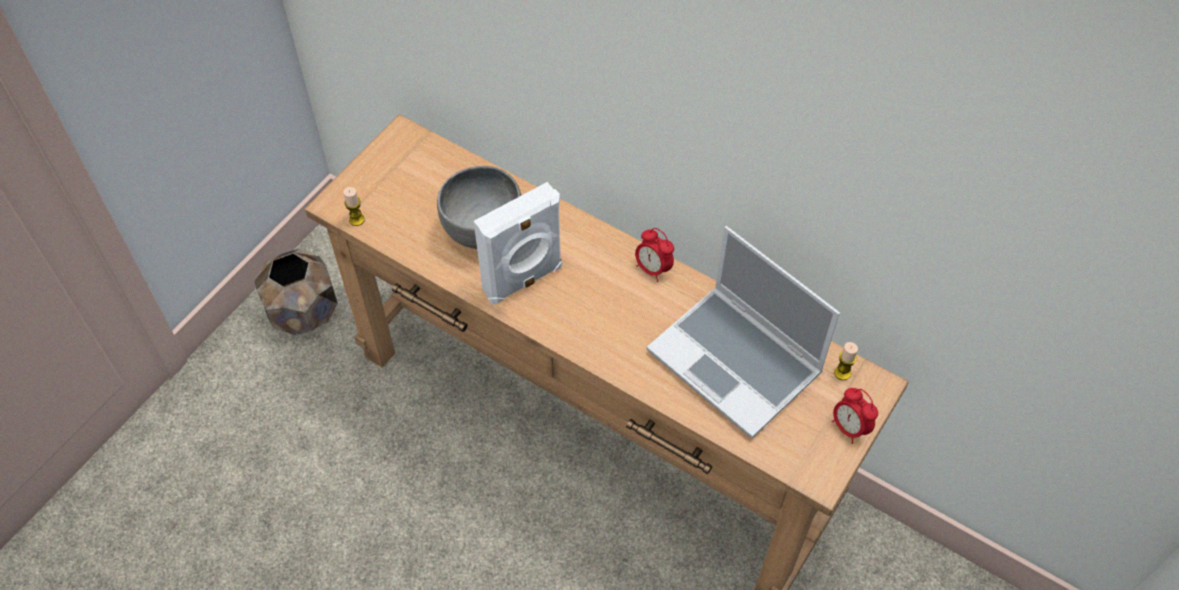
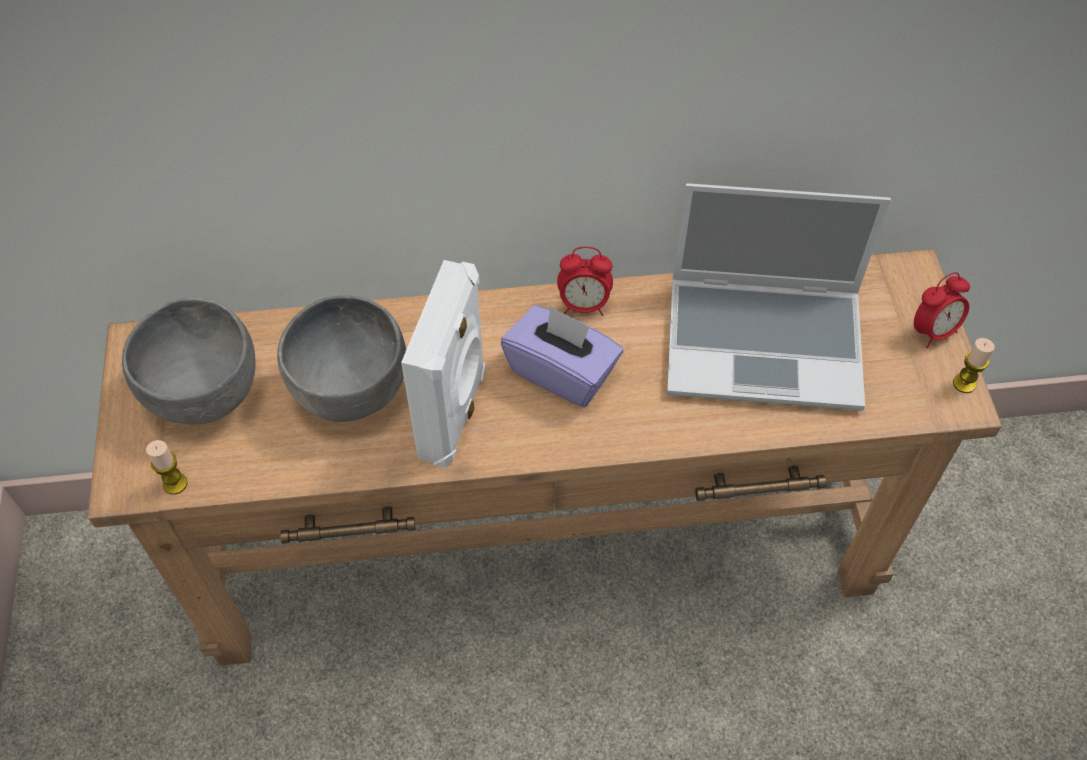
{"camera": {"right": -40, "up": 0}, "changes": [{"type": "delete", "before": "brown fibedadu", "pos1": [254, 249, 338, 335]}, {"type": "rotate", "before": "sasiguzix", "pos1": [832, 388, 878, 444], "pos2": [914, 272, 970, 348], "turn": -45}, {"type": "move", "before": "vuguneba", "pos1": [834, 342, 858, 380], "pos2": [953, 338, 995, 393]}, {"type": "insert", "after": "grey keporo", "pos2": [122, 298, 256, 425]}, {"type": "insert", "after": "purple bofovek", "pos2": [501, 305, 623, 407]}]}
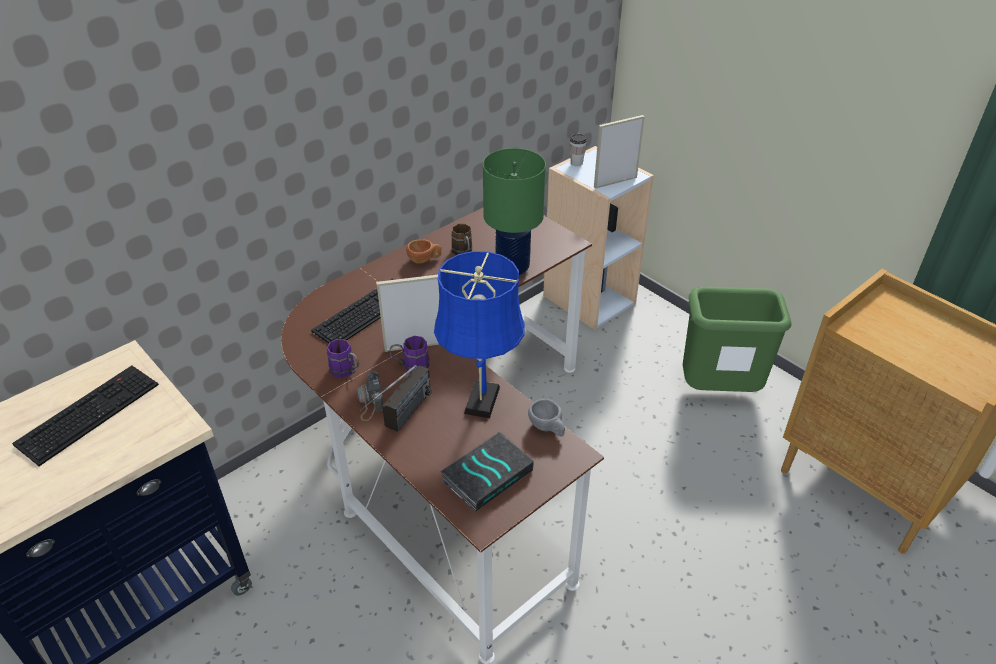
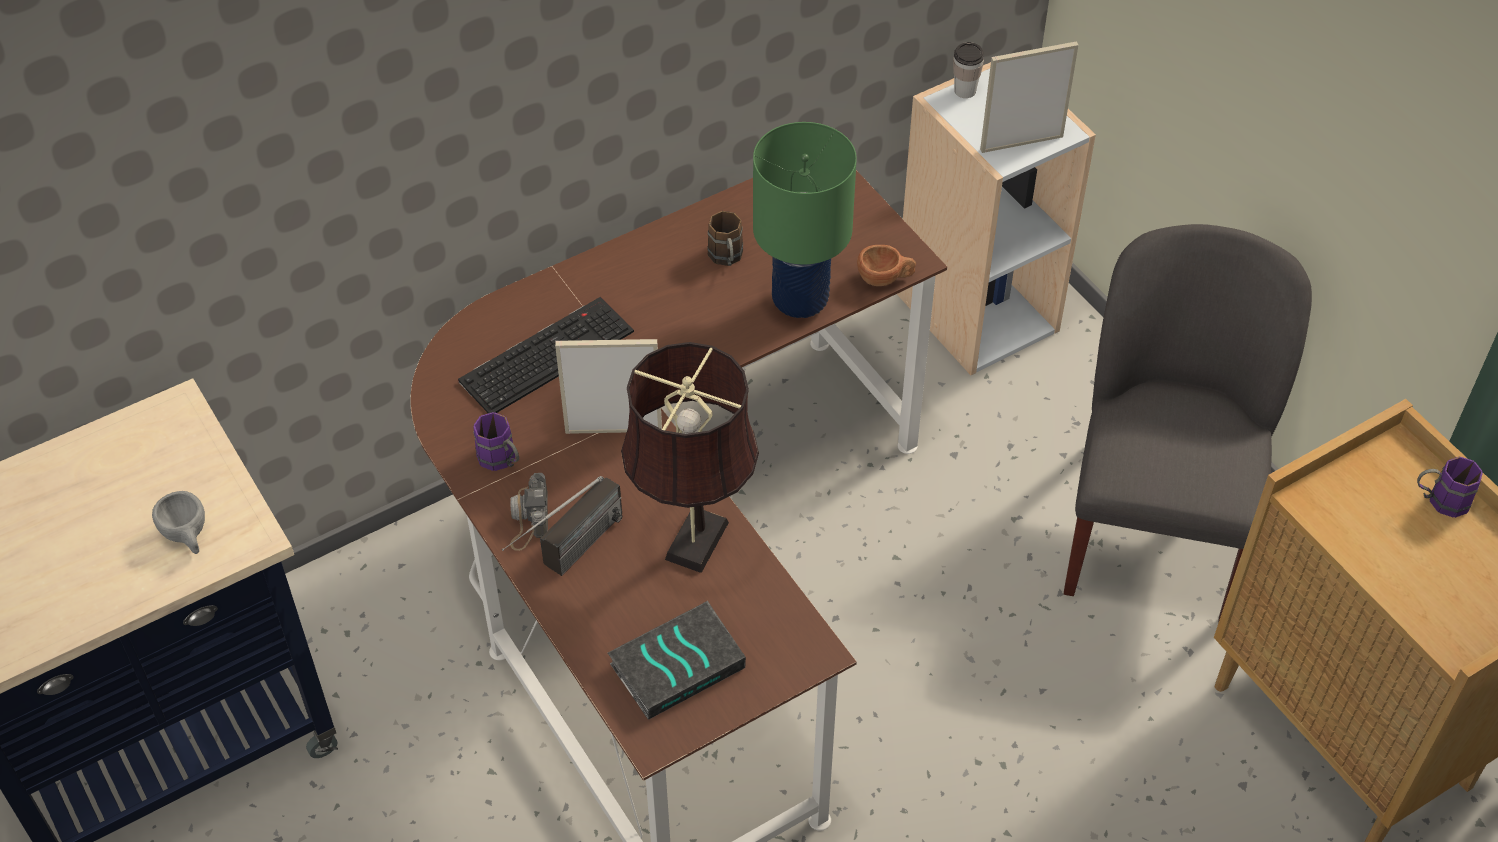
{"camera": {"right": 10, "up": 10}, "changes": [{"type": "delete", "before": "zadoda", "pos1": [12, 365, 159, 466]}, {"type": "move", "before": "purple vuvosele", "pos1": [390, 336, 430, 373], "pos2": [1417, 457, 1483, 518]}, {"type": "move", "before": "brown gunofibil", "pos1": [406, 239, 442, 263], "pos2": [857, 245, 916, 286]}, {"type": "recolor", "before": "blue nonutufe", "after": "brown nonutufe", "pos1": [434, 251, 525, 418], "pos2": [621, 342, 759, 573]}, {"type": "move", "before": "grey gunofibil", "pos1": [528, 399, 565, 437], "pos2": [152, 491, 205, 554]}, {"type": "replace", "before": "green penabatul", "after": "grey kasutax", "pos1": [683, 287, 791, 392], "pos2": [1064, 224, 1312, 623]}]}
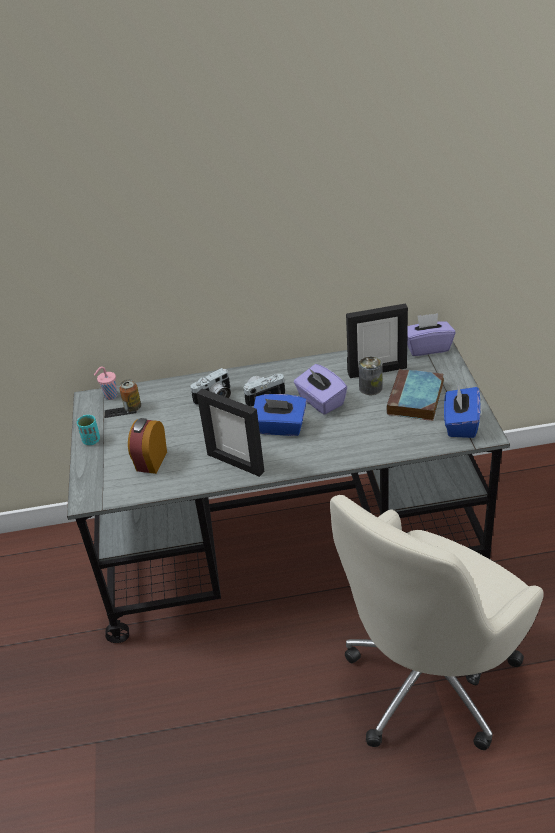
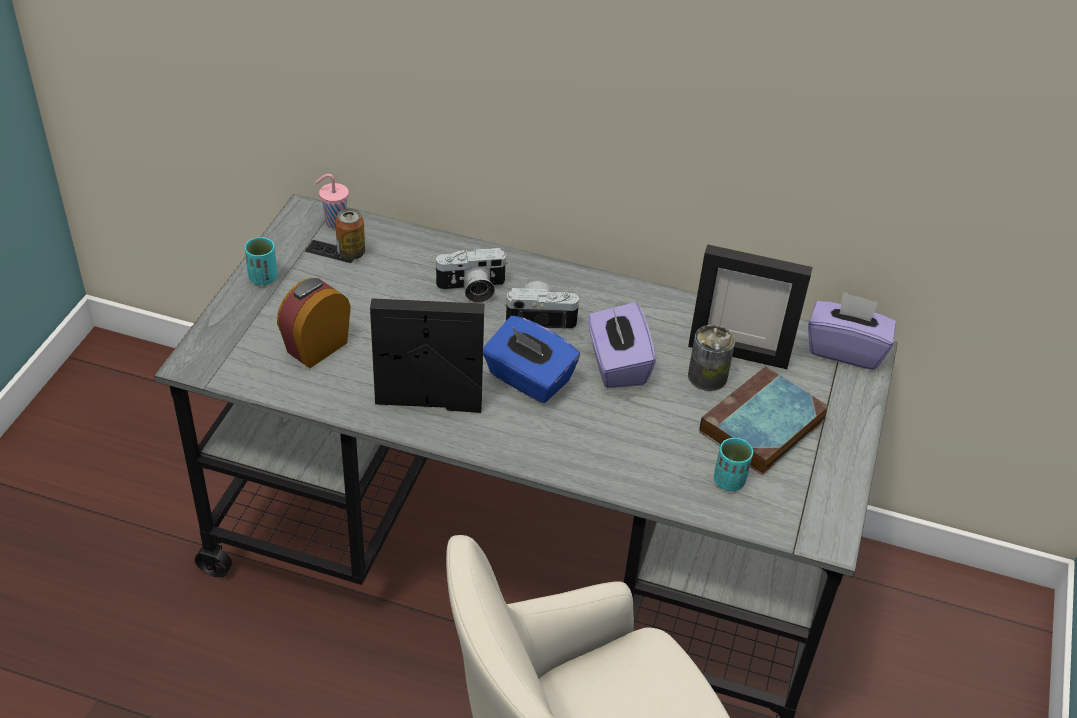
{"camera": {"right": 20, "up": 5}, "changes": [{"type": "rotate", "before": "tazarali", "pos1": [197, 389, 265, 477], "pos2": [370, 298, 484, 413], "turn": 120}, {"type": "delete", "before": "blue bofovek", "pos1": [444, 385, 480, 438]}, {"type": "insert", "after": "turquoise gunofibil", "pos2": [714, 438, 753, 491]}]}
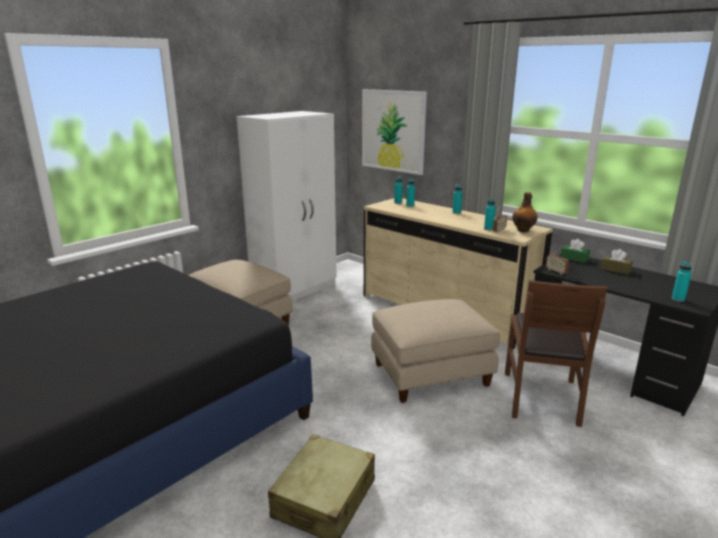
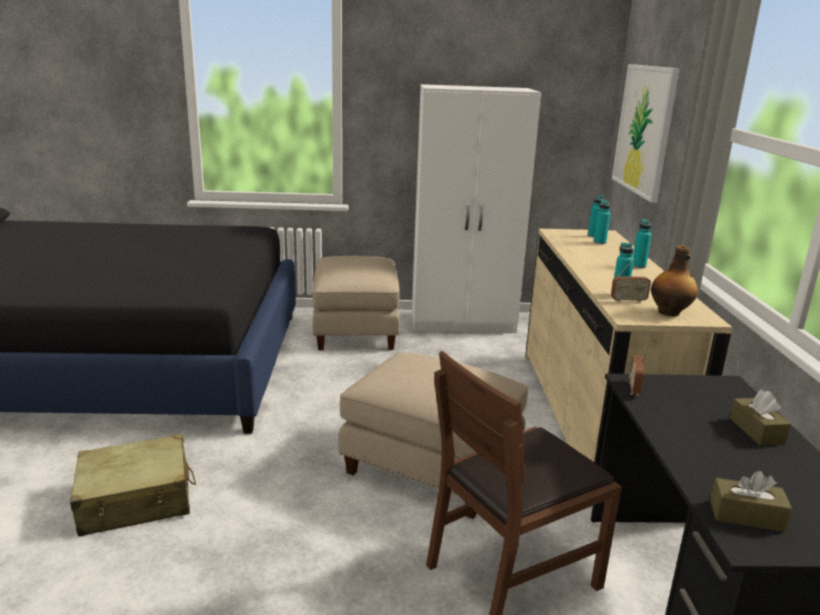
{"camera": {"right": 45, "up": 0}, "changes": [{"type": "delete", "before": "green bofovek", "pos1": [561, 239, 590, 263]}, {"type": "replace", "before": "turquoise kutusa", "after": "brown bofovek", "pos1": [672, 261, 691, 302], "pos2": [710, 471, 792, 532]}]}
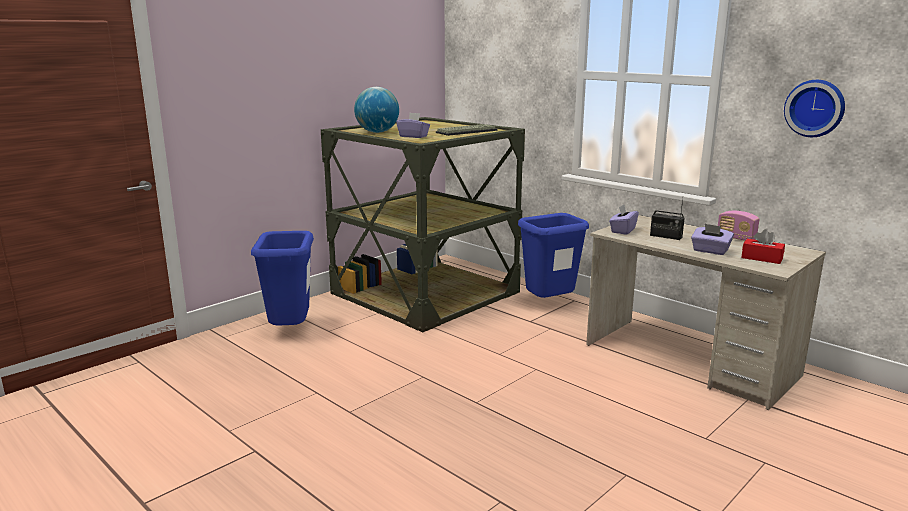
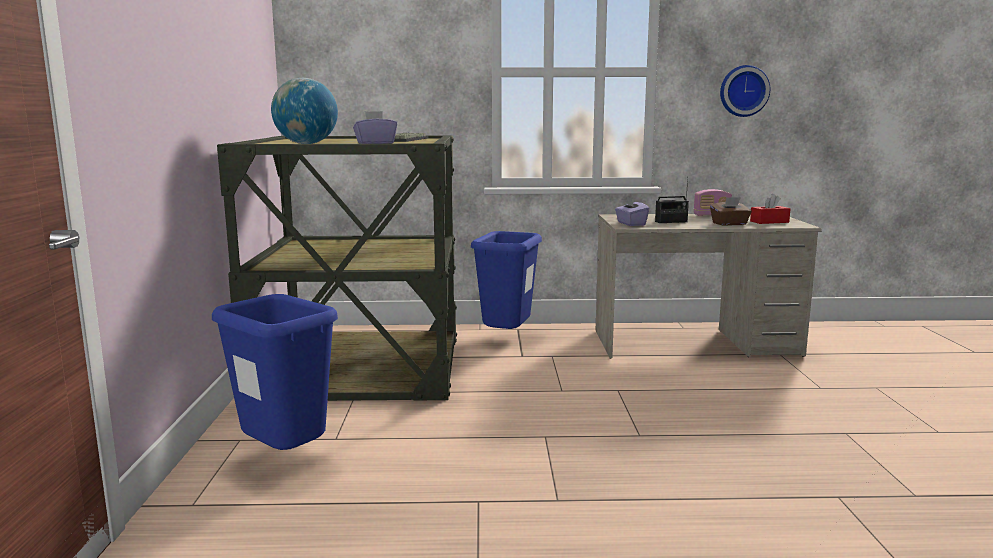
{"camera": {"right": -45, "up": -5}, "changes": [{"type": "recolor", "before": "purple bofovek", "after": "brown bofovek", "pos1": [691, 224, 734, 255], "pos2": [710, 197, 752, 226]}]}
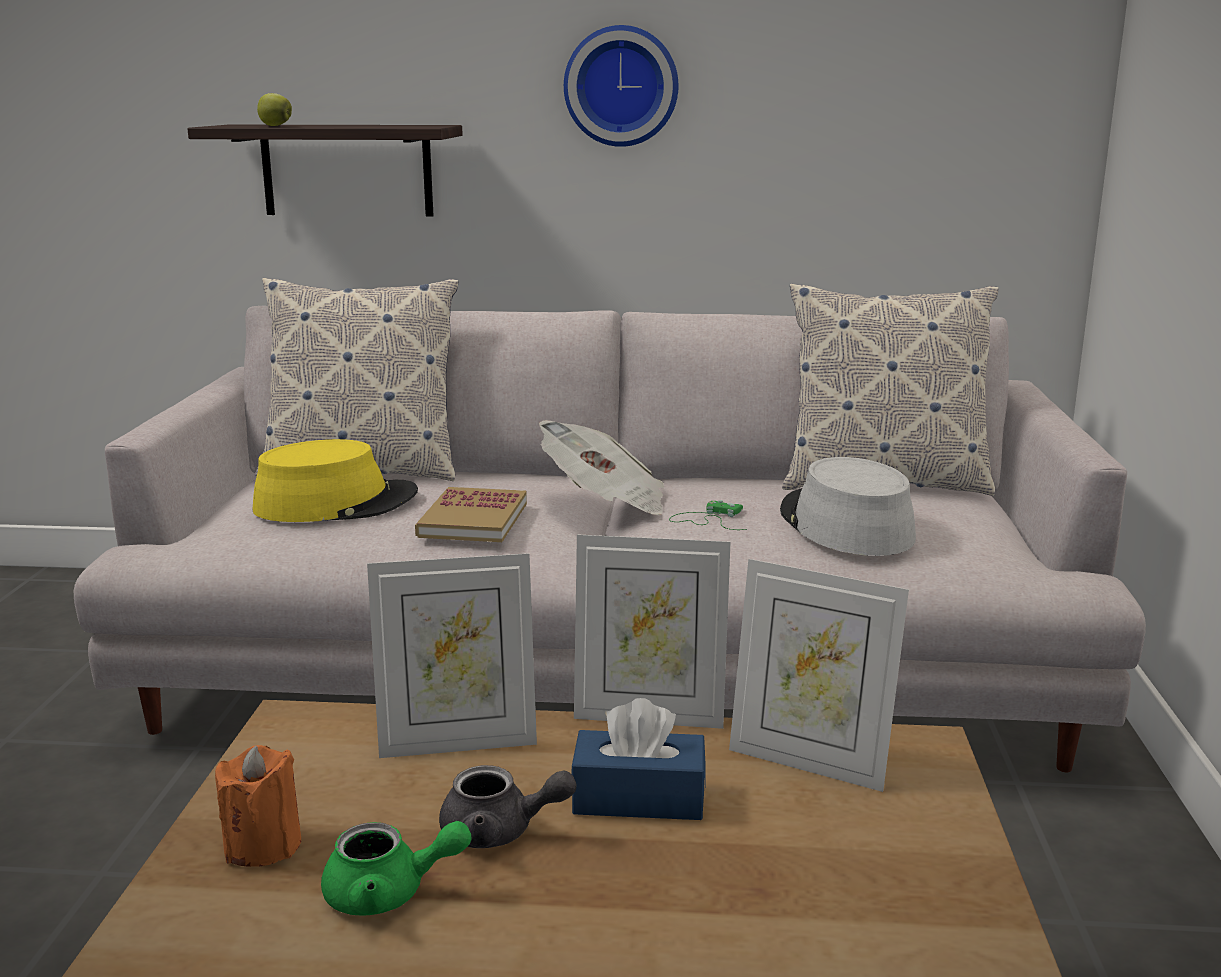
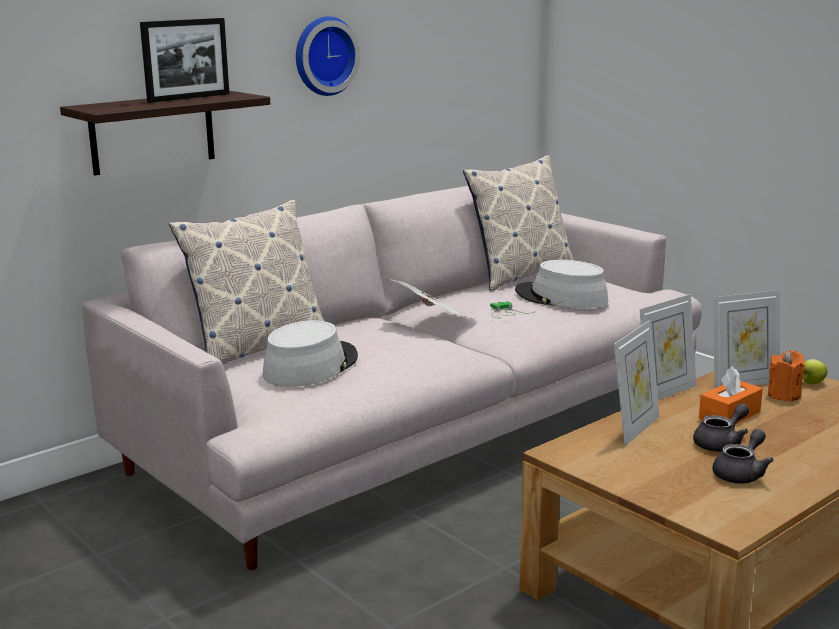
{"camera": {"right": -45, "up": 0}, "changes": [{"type": "move", "before": "orange vuguneba", "pos1": [215, 745, 301, 867], "pos2": [768, 350, 805, 401]}, {"type": "recolor", "before": "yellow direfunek", "after": "grey direfunek", "pos1": [252, 439, 418, 522], "pos2": [263, 320, 358, 387]}, {"type": "move", "before": "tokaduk", "pos1": [257, 93, 292, 126], "pos2": [803, 359, 827, 384]}, {"type": "recolor", "before": "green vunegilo", "after": "grey vunegilo", "pos1": [321, 821, 472, 916], "pos2": [712, 429, 774, 484]}, {"type": "delete", "before": "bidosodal", "pos1": [415, 487, 527, 542]}, {"type": "recolor", "before": "blue bofovek", "after": "orange bofovek", "pos1": [571, 698, 705, 820], "pos2": [699, 366, 763, 424]}, {"type": "insert", "after": "tazarali", "pos2": [140, 18, 229, 103]}]}
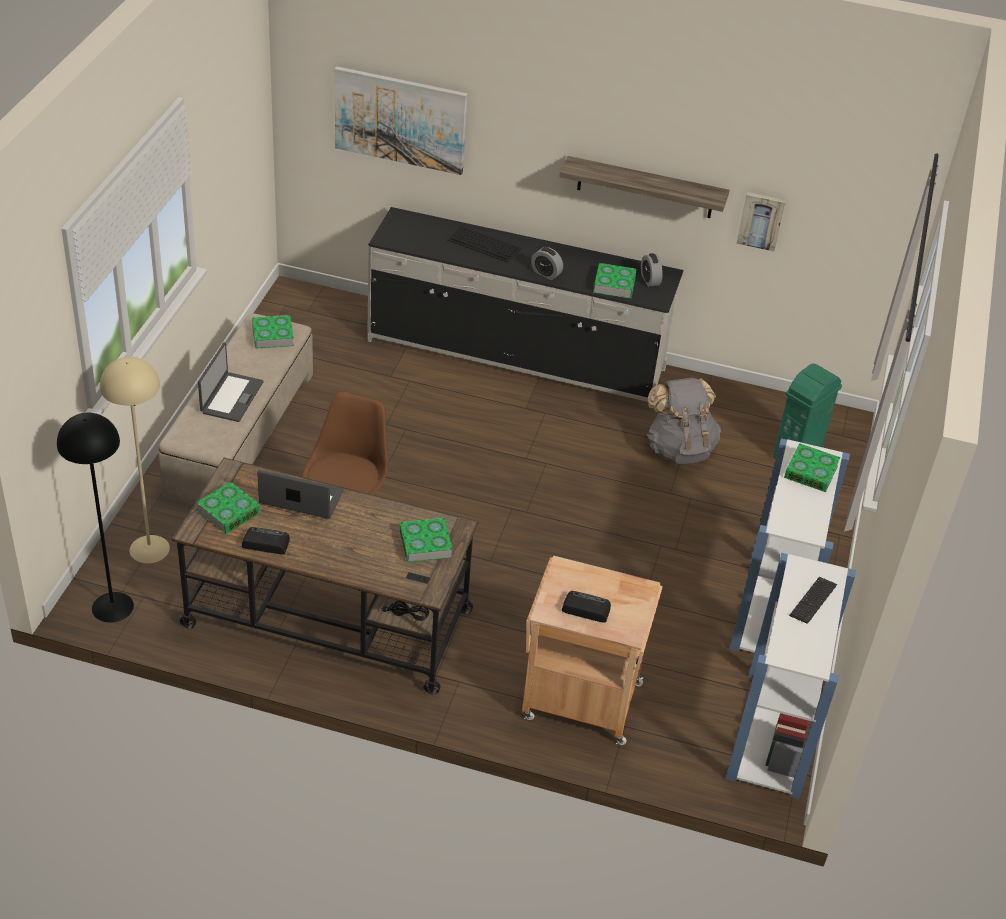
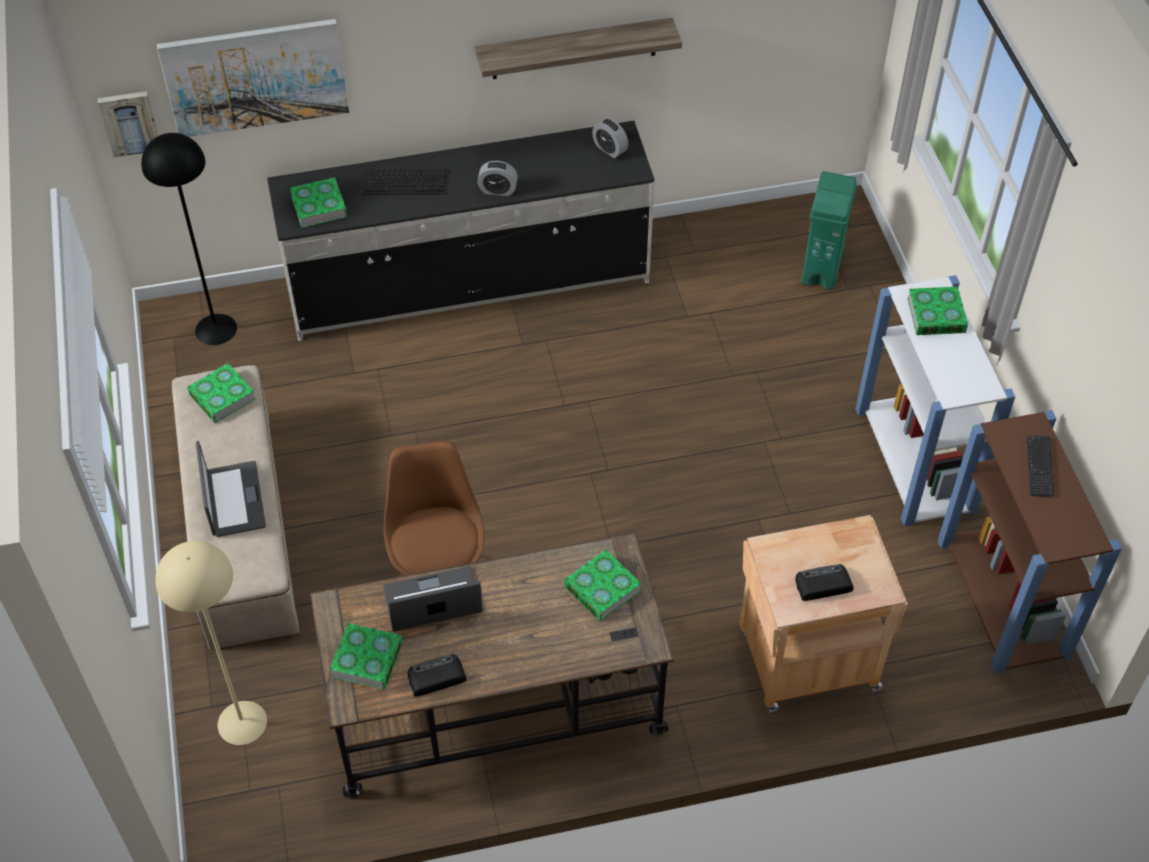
{"camera": {"right": -25, "up": 10}, "changes": [{"type": "move", "before": "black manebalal", "pos1": [57, 413, 134, 623], "pos2": [141, 133, 237, 345]}, {"type": "move", "before": "bidosodal", "pos1": [593, 263, 637, 299], "pos2": [290, 178, 347, 228]}, {"type": "delete", "before": "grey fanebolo", "pos1": [647, 378, 721, 464]}, {"type": "recolor", "before": "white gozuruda", "after": "brown gozuruda", "pos1": [726, 553, 856, 799], "pos2": [938, 410, 1122, 674]}, {"type": "move", "before": "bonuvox", "pos1": [736, 192, 786, 252], "pos2": [97, 91, 159, 157]}]}
